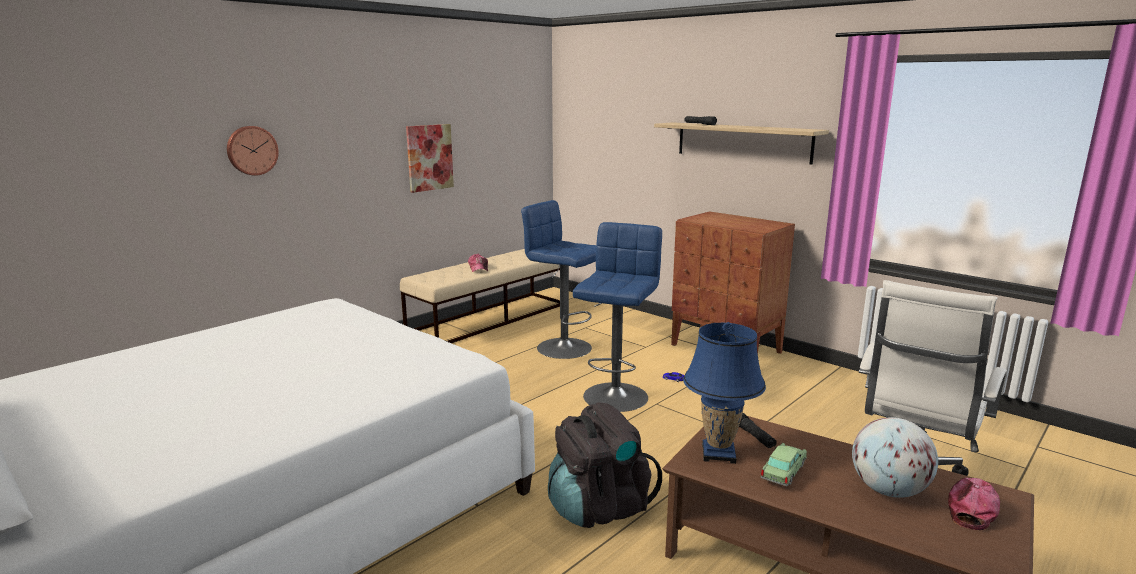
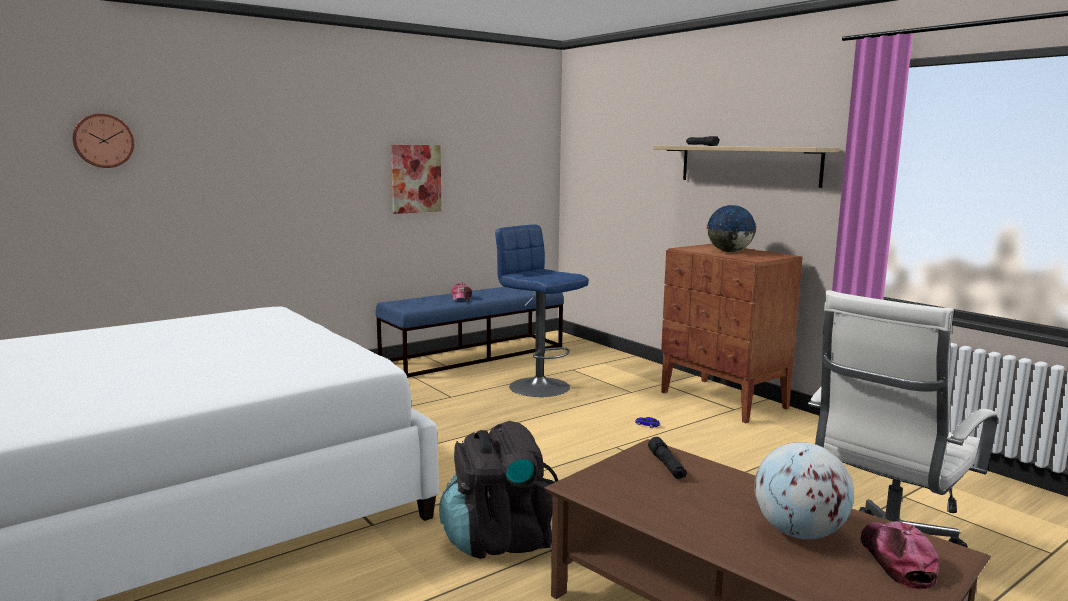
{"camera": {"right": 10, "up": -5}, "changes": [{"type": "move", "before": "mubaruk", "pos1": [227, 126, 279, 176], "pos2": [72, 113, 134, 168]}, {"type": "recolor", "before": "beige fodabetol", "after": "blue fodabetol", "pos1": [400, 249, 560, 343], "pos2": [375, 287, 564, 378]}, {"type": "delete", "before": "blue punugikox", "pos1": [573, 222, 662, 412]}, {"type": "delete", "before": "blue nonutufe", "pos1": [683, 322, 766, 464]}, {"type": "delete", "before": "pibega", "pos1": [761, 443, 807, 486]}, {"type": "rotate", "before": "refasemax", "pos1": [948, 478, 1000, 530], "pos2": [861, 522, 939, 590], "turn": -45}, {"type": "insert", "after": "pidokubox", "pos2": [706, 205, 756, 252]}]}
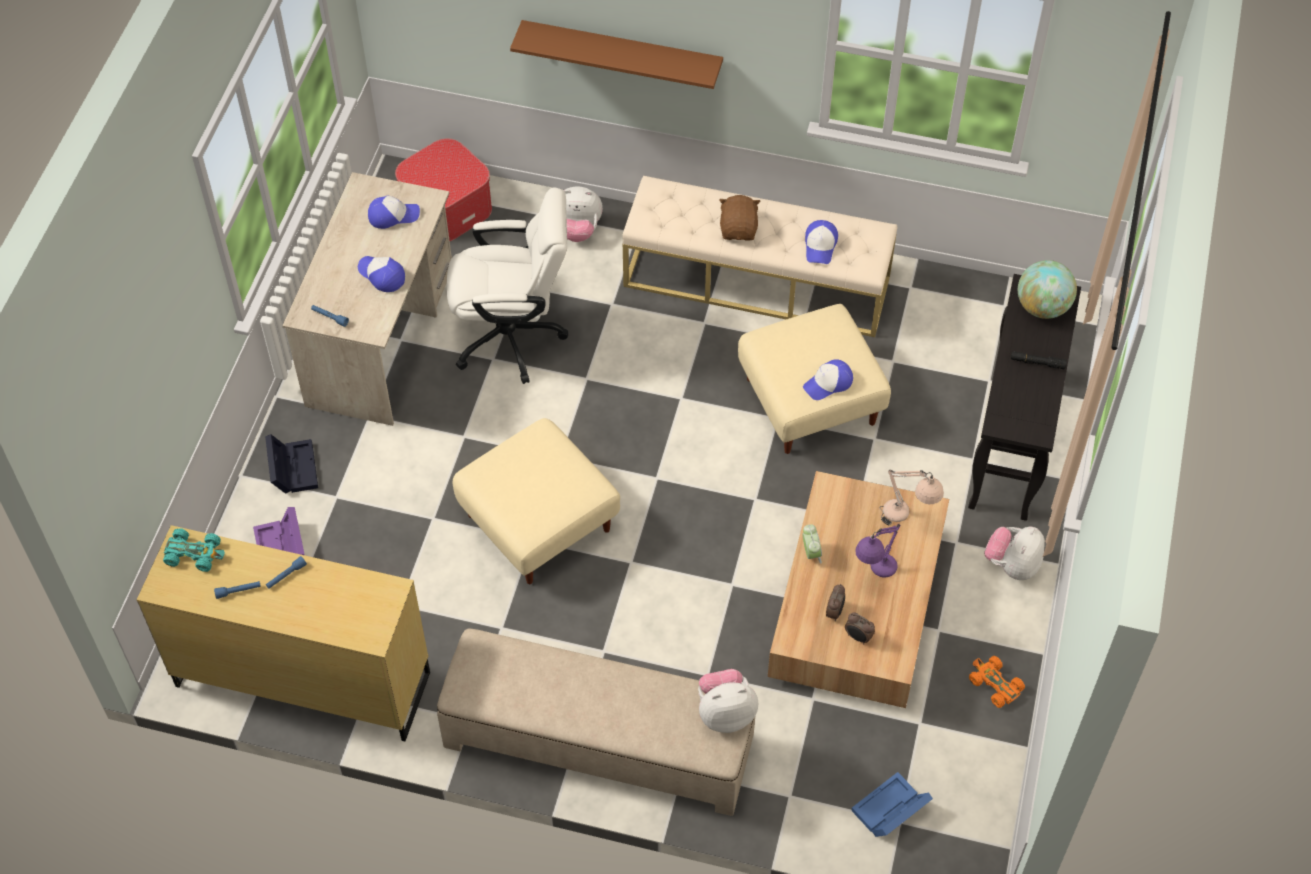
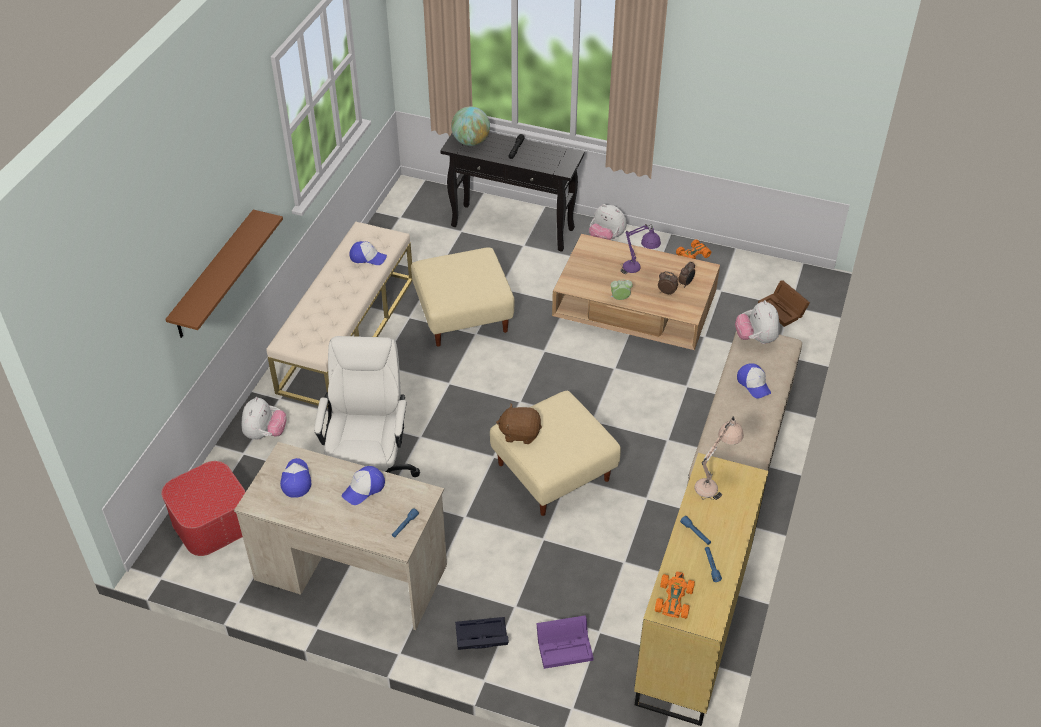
{"camera": {"right": -85, "up": -10}, "changes": [{"type": "recolor", "before": "turquoise pibega", "after": "orange pibega", "pos1": [163, 528, 225, 572], "pos2": [655, 572, 695, 619]}, {"type": "move", "before": "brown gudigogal", "pos1": [719, 195, 760, 240], "pos2": [496, 404, 542, 444]}, {"type": "move", "before": "refasemax", "pos1": [803, 359, 853, 400], "pos2": [737, 363, 771, 399]}, {"type": "recolor", "before": "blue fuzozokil", "after": "brown fuzozokil", "pos1": [851, 772, 933, 837], "pos2": [758, 280, 810, 327]}, {"type": "move", "before": "beige nonutufe", "pos1": [880, 470, 944, 525], "pos2": [694, 416, 744, 500]}]}
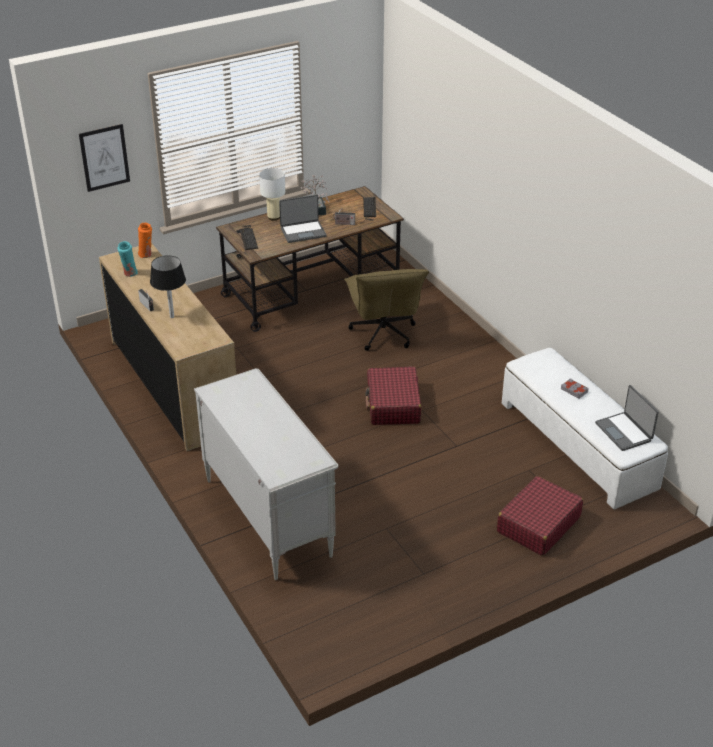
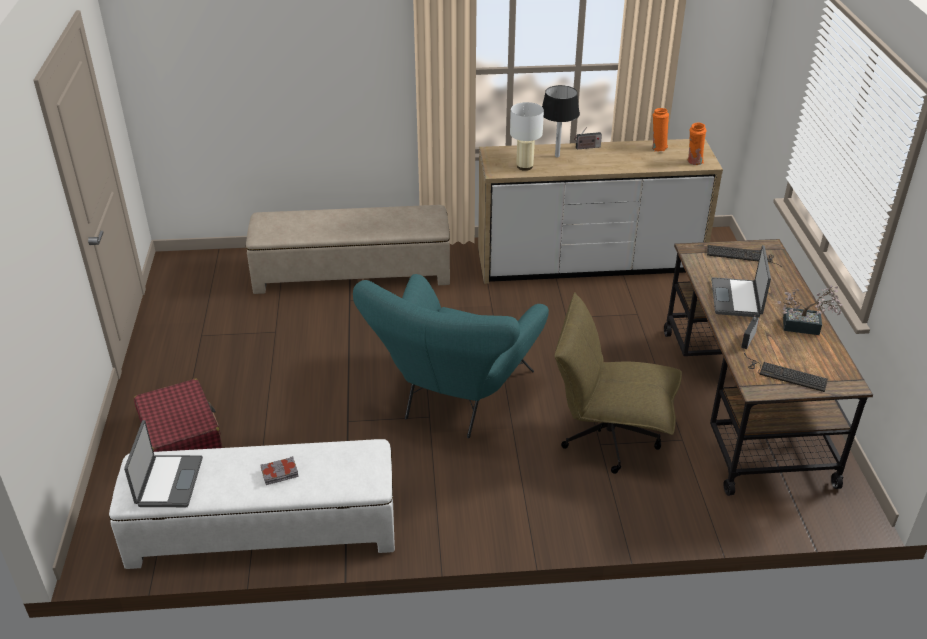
{"camera": {"right": 115, "up": 0}, "changes": [{"type": "delete", "before": "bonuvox", "pos1": [79, 124, 130, 192]}, {"type": "recolor", "before": "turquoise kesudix", "after": "orange kesudix", "pos1": [118, 241, 138, 277], "pos2": [652, 108, 669, 152]}, {"type": "replace", "before": "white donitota", "after": "beige fodabetol", "pos1": [194, 368, 338, 580], "pos2": [246, 205, 450, 294]}, {"type": "move", "before": "white nonutufe", "pos1": [259, 168, 285, 221], "pos2": [510, 102, 544, 171]}, {"type": "replace", "before": "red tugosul", "after": "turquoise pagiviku", "pos1": [365, 366, 422, 425], "pos2": [353, 274, 549, 438]}, {"type": "rotate", "before": "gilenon", "pos1": [595, 385, 659, 451], "pos2": [124, 420, 203, 507], "turn": 90}]}
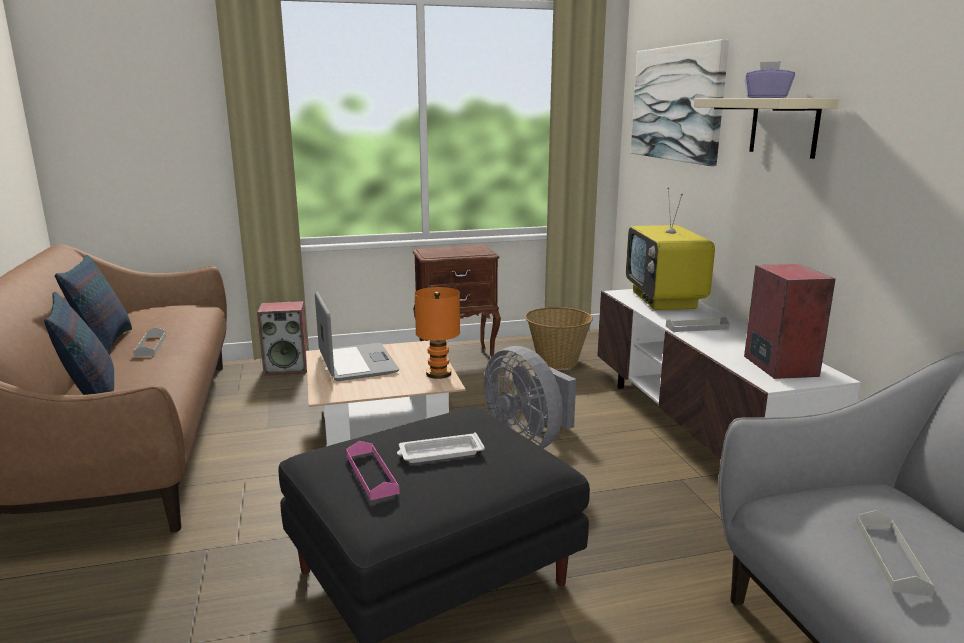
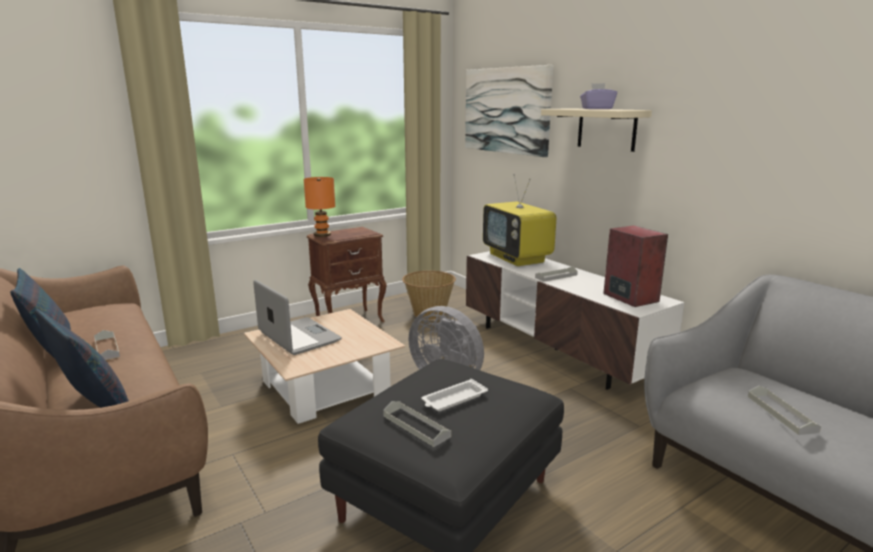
{"camera": {"right": -20, "up": 0}, "changes": [{"type": "delete", "before": "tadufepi", "pos1": [257, 301, 308, 376]}, {"type": "recolor", "before": "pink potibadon", "after": "grey potibadon", "pos1": [346, 441, 400, 500], "pos2": [383, 401, 451, 447]}, {"type": "move", "before": "orange nonutufe", "pos1": [415, 287, 460, 379], "pos2": [304, 177, 335, 237]}]}
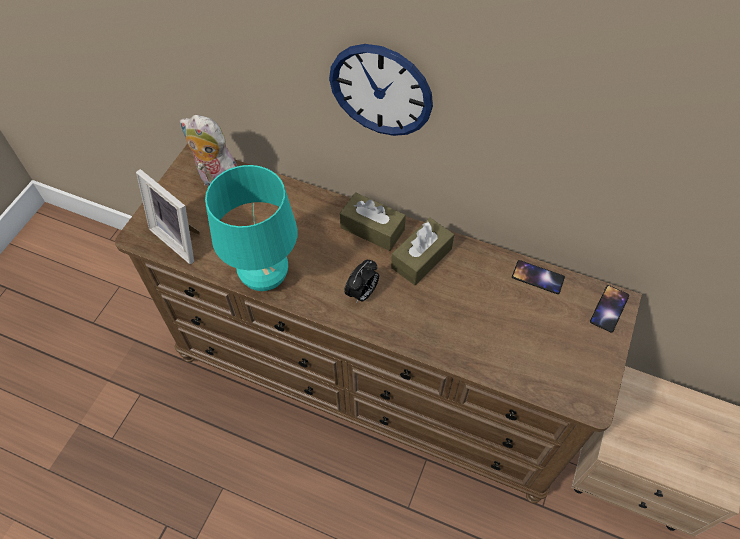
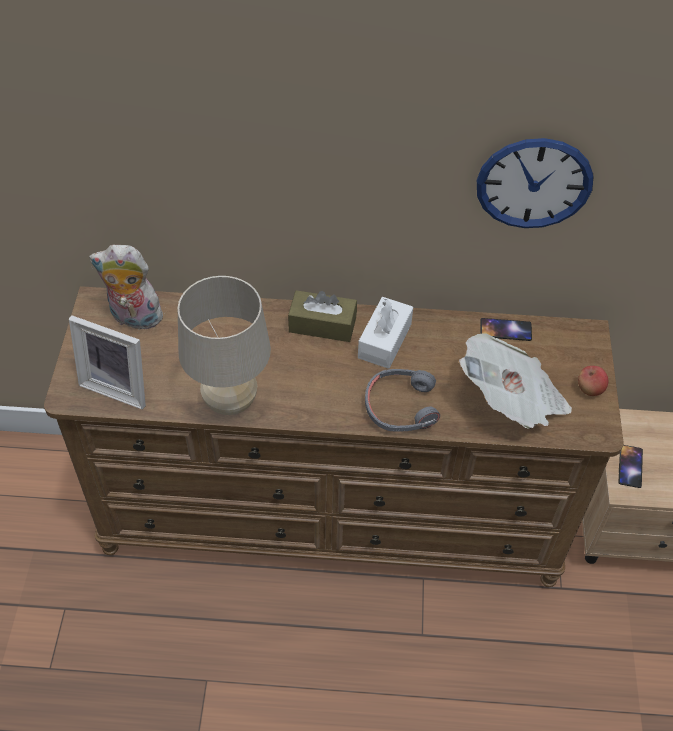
{"camera": {"right": -20, "up": -5}, "changes": [{"type": "recolor", "before": "turquoise nonutufe", "after": "beige nonutufe", "pos1": [205, 165, 298, 291], "pos2": [178, 276, 271, 415]}, {"type": "move", "before": "mubaruk", "pos1": [329, 44, 433, 136], "pos2": [477, 138, 594, 228]}, {"type": "delete", "before": "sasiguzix", "pos1": [344, 260, 379, 302]}, {"type": "recolor", "before": "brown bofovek", "after": "white bofovek", "pos1": [391, 218, 454, 285], "pos2": [358, 297, 413, 369]}, {"type": "move", "before": "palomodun", "pos1": [590, 285, 629, 333], "pos2": [619, 445, 643, 488]}, {"type": "insert", "after": "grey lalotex", "pos2": [365, 369, 440, 432]}, {"type": "insert", "after": "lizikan", "pos2": [459, 333, 572, 429]}, {"type": "insert", "after": "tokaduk", "pos2": [578, 366, 608, 396]}]}
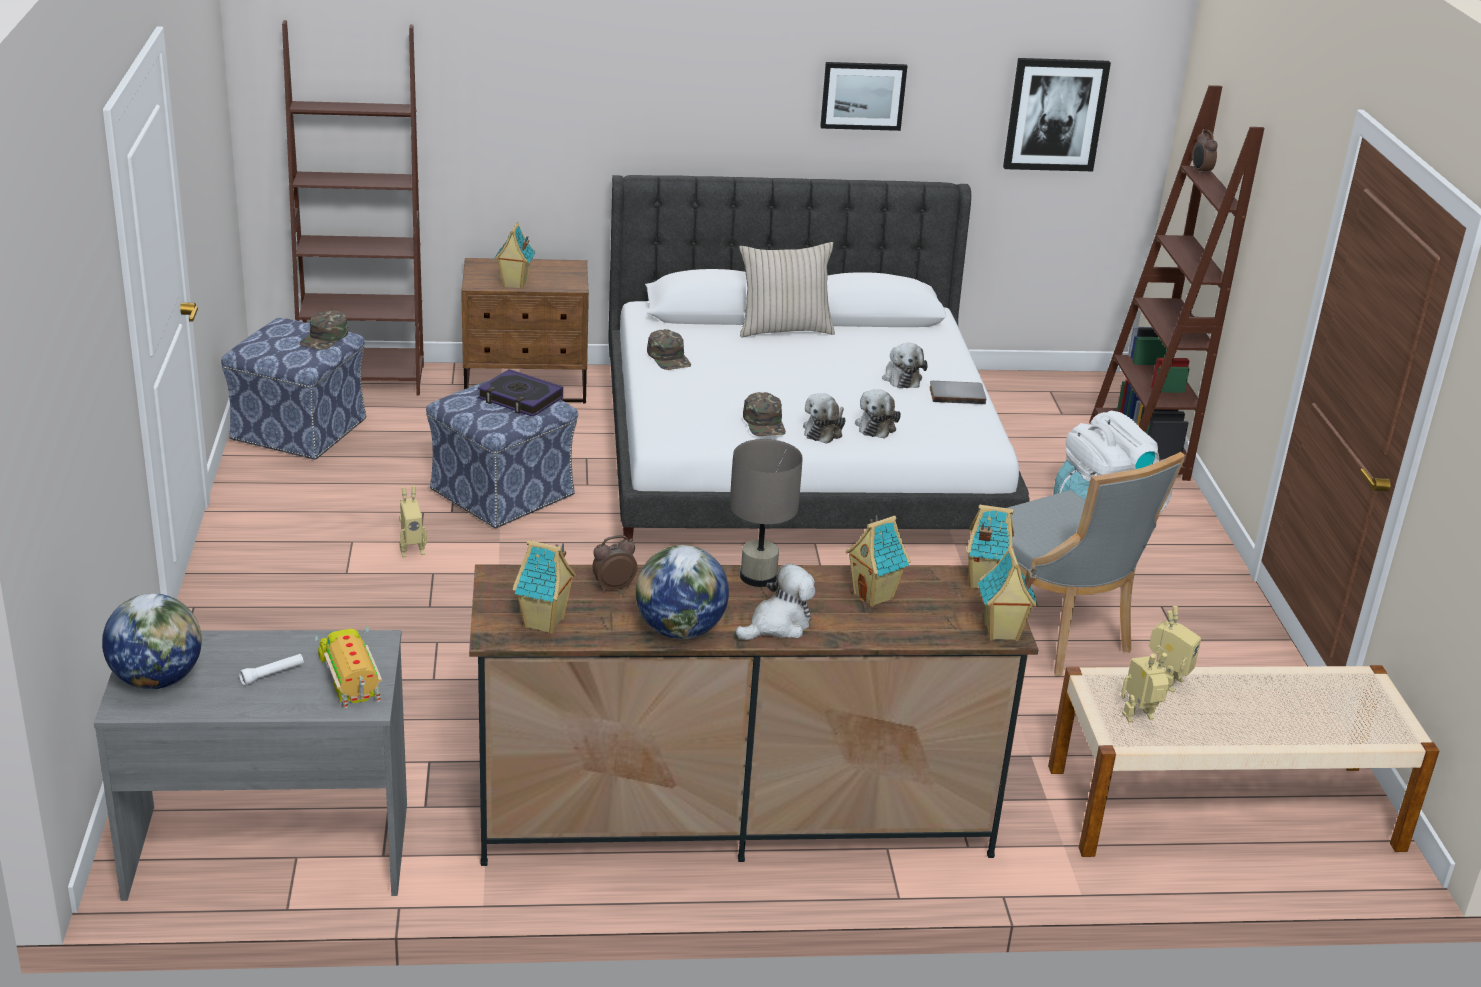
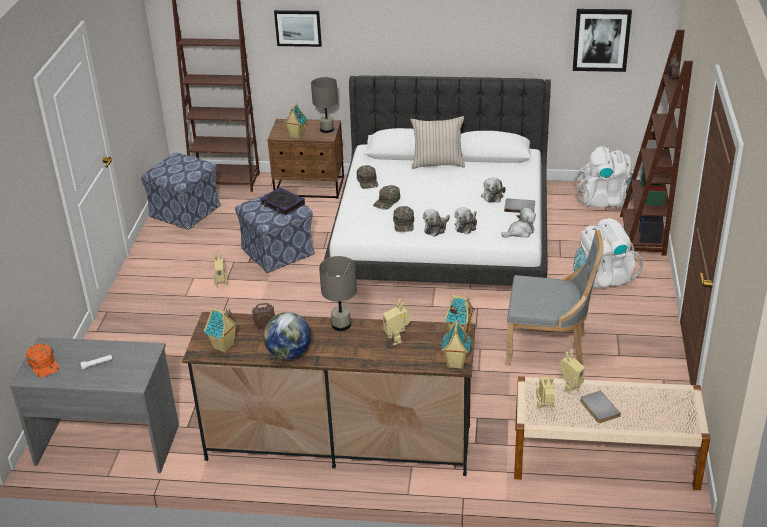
{"camera": {"right": 15, "up": 5}, "changes": [{"type": "replace", "before": "pidokubox", "after": "orange refasemax", "pos1": [102, 593, 202, 689], "pos2": [26, 343, 59, 377]}, {"type": "move", "before": "green refasemax", "pos1": [299, 310, 348, 350], "pos2": [373, 185, 400, 210]}, {"type": "delete", "before": "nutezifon", "pos1": [315, 627, 382, 708]}, {"type": "move", "before": "gudigogal", "pos1": [735, 564, 815, 640], "pos2": [501, 207, 536, 238]}, {"type": "move", "before": "bonuvox", "pos1": [820, 62, 907, 131], "pos2": [274, 10, 322, 47]}, {"type": "replace", "before": "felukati", "after": "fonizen", "pos1": [845, 515, 911, 607], "pos2": [383, 298, 410, 345]}, {"type": "rotate", "before": "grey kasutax", "pos1": [1008, 452, 1186, 676], "pos2": [505, 230, 604, 366], "turn": -60}, {"type": "insert", "after": "grey nonutufe", "pos2": [311, 77, 338, 133]}, {"type": "insert", "after": "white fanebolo", "pos2": [574, 146, 633, 208]}, {"type": "insert", "after": "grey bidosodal", "pos2": [580, 391, 621, 423]}]}
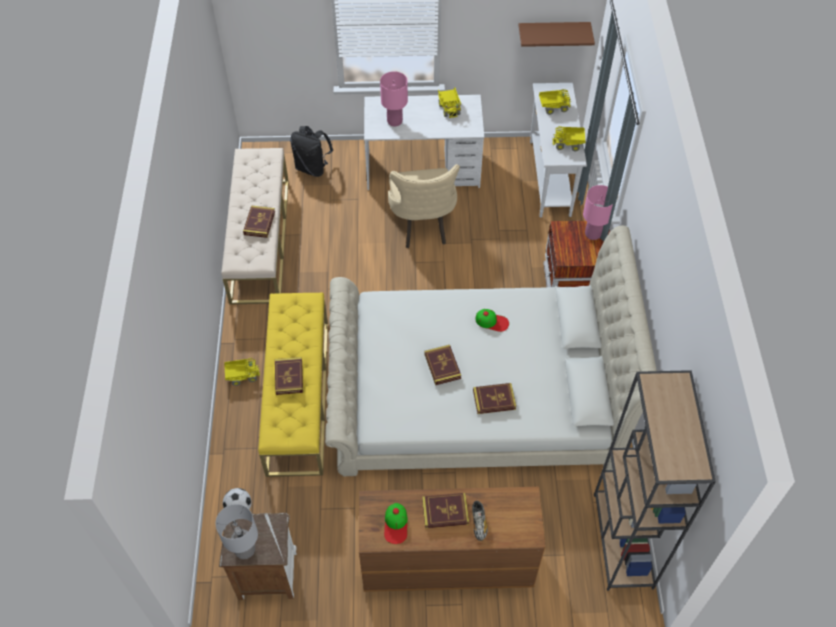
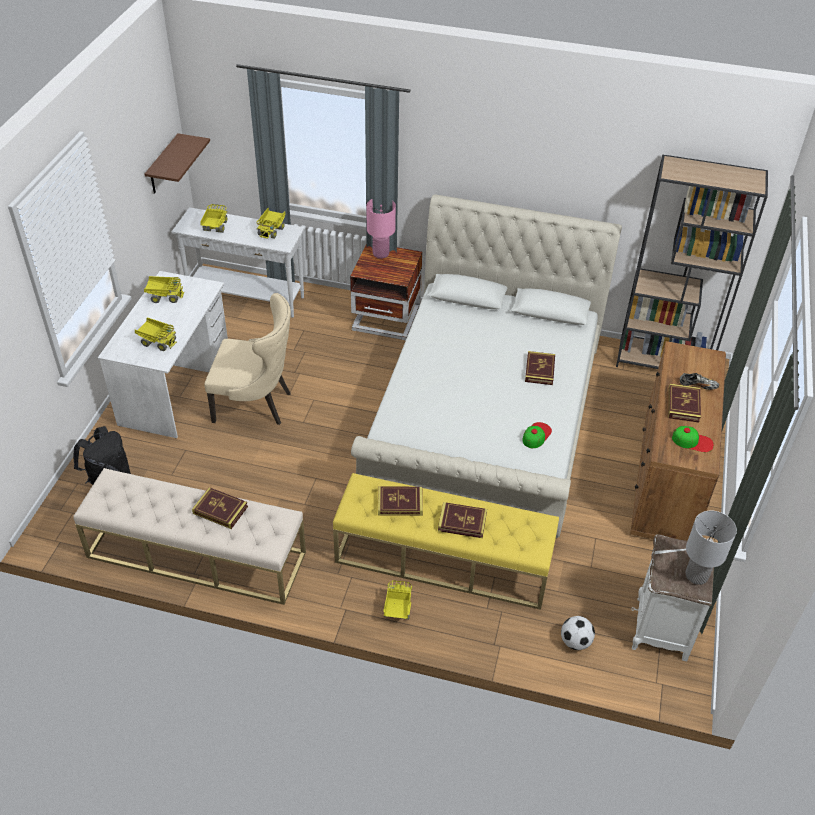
{"camera": {"right": -75, "up": -10}, "changes": [{"type": "replace", "before": "pink nonutufe", "after": "nutezifon", "pos1": [380, 71, 408, 127], "pos2": [135, 317, 177, 351]}, {"type": "move", "before": "bidosodal", "pos1": [424, 345, 461, 385], "pos2": [378, 486, 423, 516]}, {"type": "move", "before": "refasemax", "pos1": [475, 309, 509, 332], "pos2": [523, 422, 552, 448]}]}
